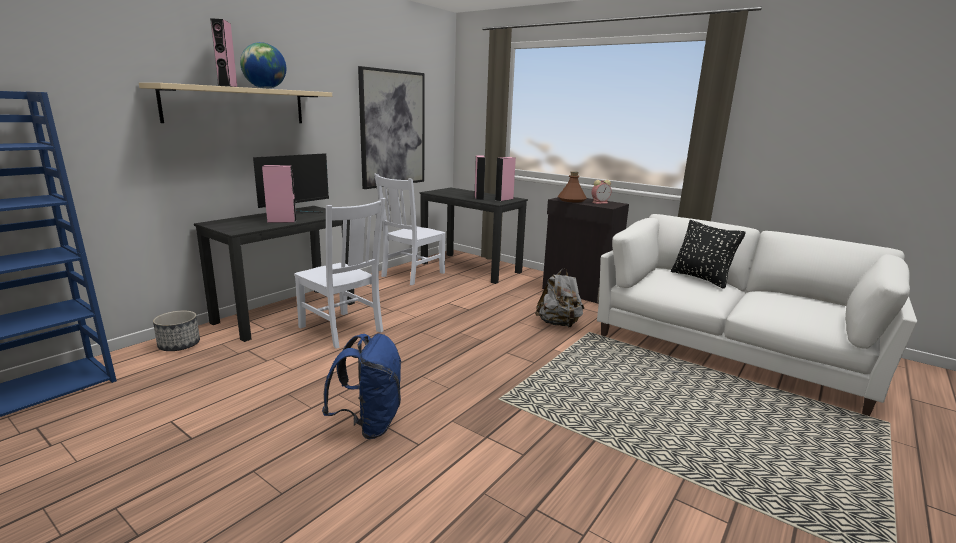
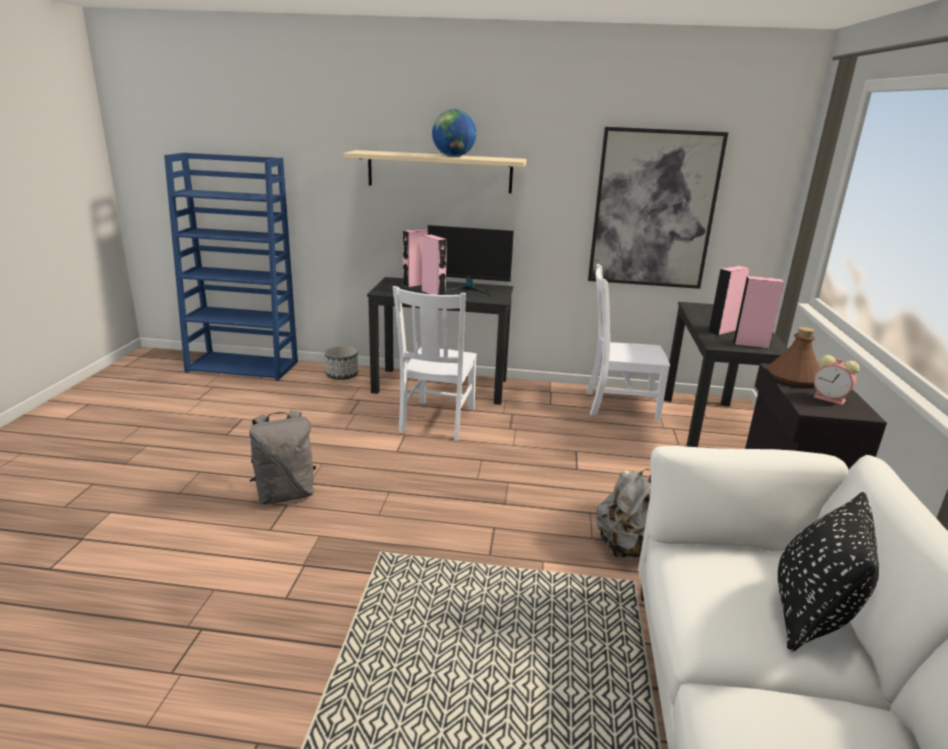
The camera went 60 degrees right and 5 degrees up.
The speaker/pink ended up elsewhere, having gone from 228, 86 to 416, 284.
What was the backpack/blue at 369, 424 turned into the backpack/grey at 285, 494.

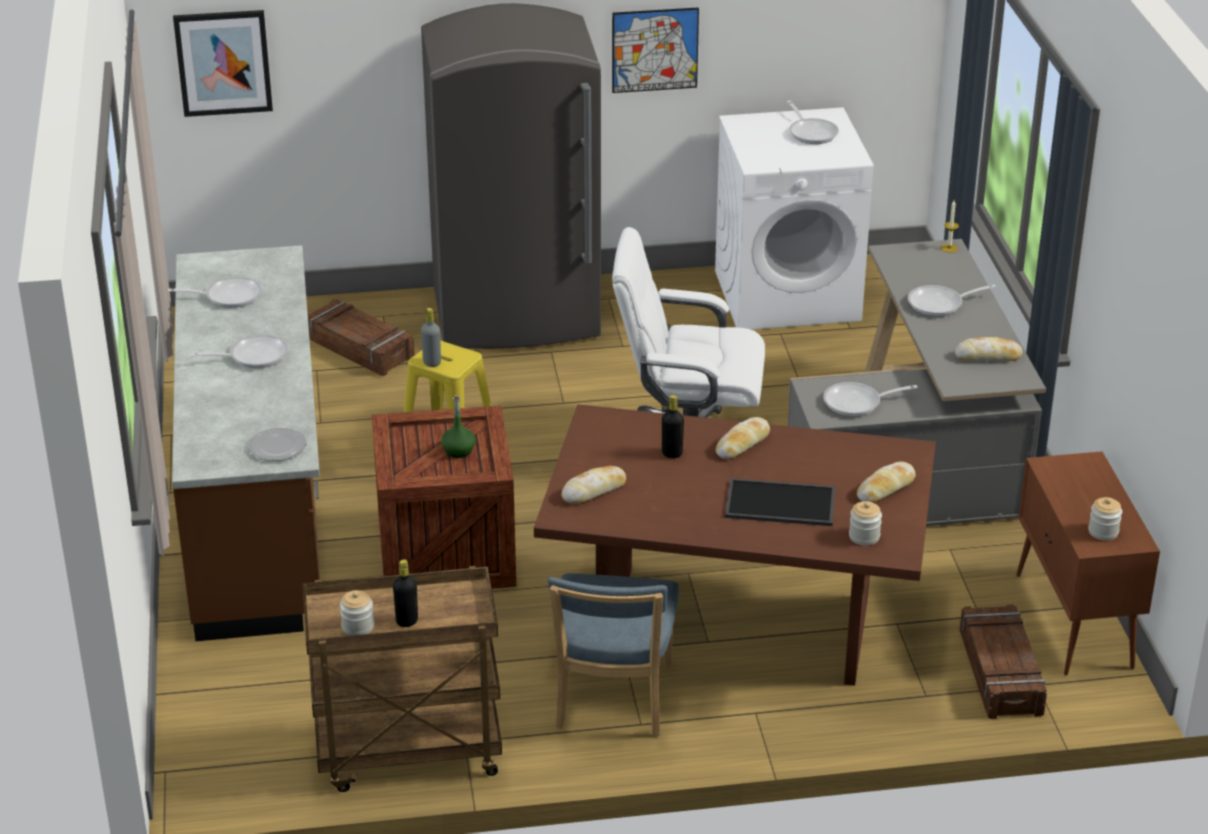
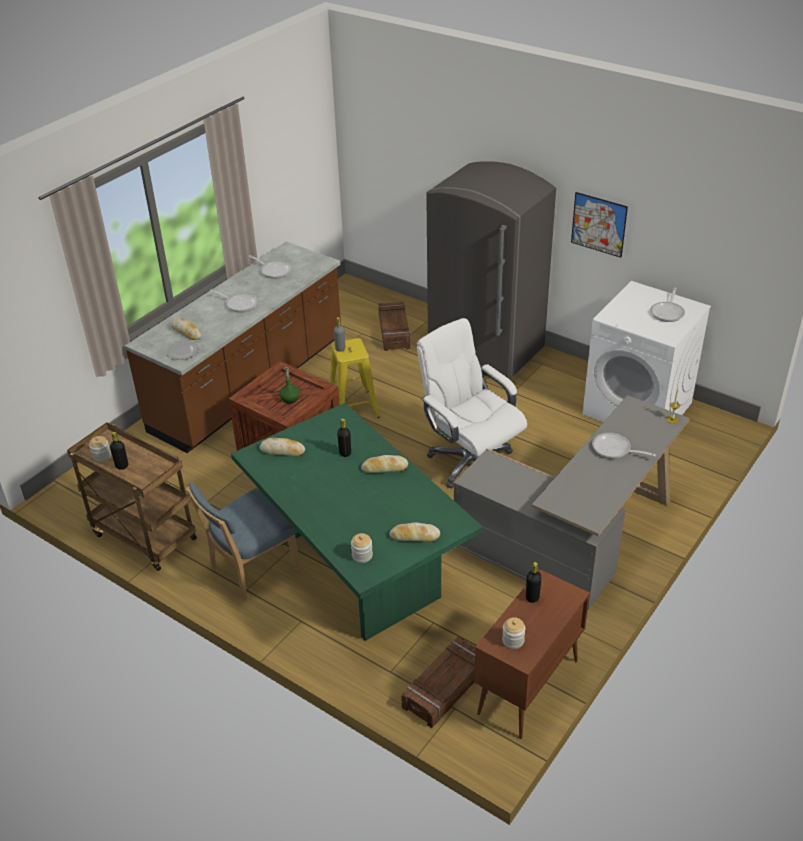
The camera went 45 degrees right and 5 degrees up.
The second view lost the wall art at 223, 62.
The bread ended up elsewhere, having gone from 988, 356 to 186, 332.
The second view lost the frying pan at 857, 403.
What was the dinner table/brownish at 735, 623 turned into the dinner table/greenish at 358, 569.
The second view lost the serving tray at 779, 504.
The second view gained the drink bottle/blackish at 532, 597.

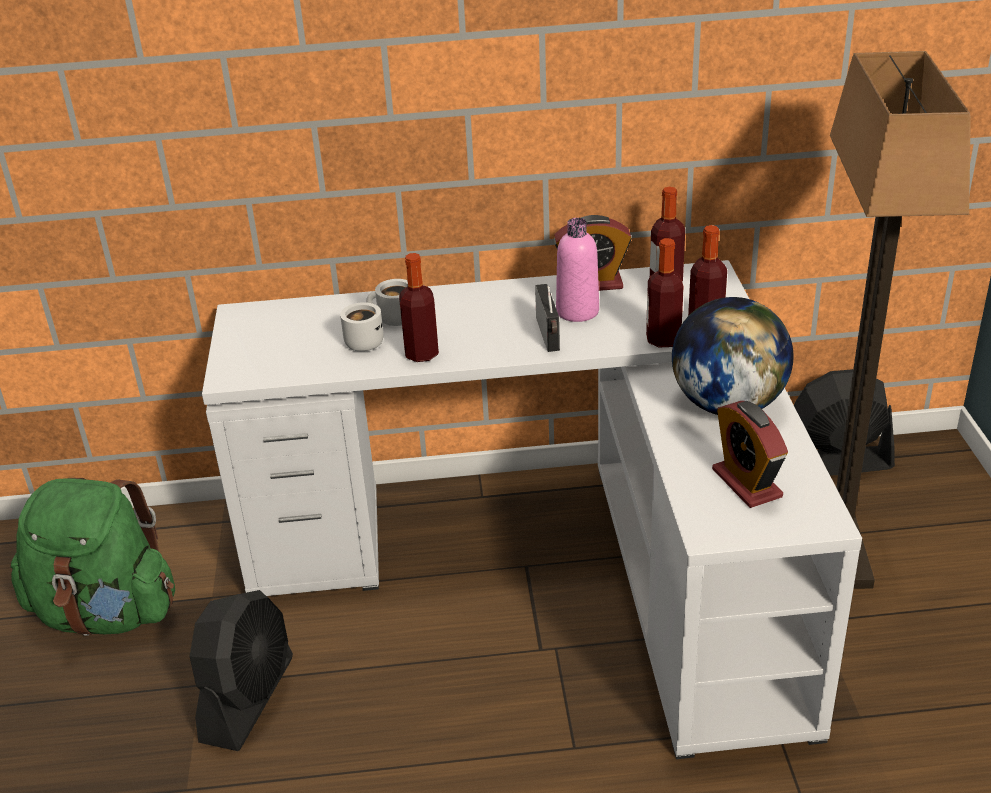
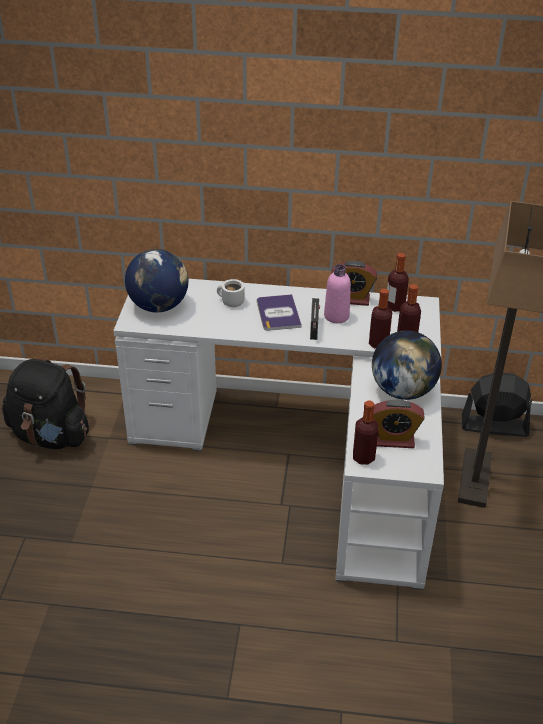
The camera went 10 degrees right and 5 degrees up.
The drink bottle ended up elsewhere, having gone from 421, 354 to 363, 457.
The second view lost the coffee mug/white-coloured at 361, 342.
The alarm clock at 746, 483 ended up facing another way, 75 degrees counterclockwise from before.
What was the backpack/greenish at 107, 613 turned into the backpack/blackish at 51, 435.
The second view lost the electric fan/blackish at 248, 698.
The second view gained the world globe at 159, 306.
The second view gained the volume at 278, 313.

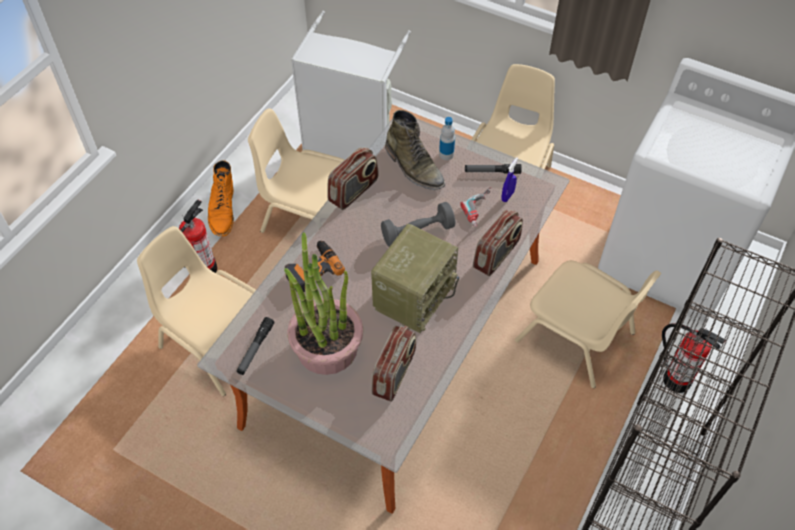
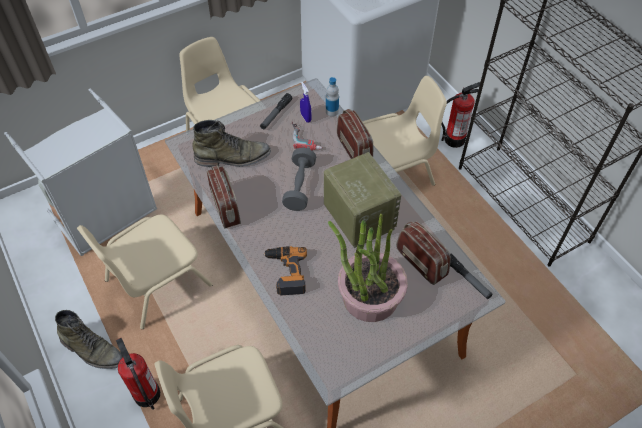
The camera went 60 degrees left and 0 degrees up.
The drink bottle ended up elsewhere, having gone from 446, 154 to 332, 111.
What was the high-top boot/orangey at 223, 211 turned into the high-top boot/greenish at 92, 350.
The flashlight ended up elsewhere, having gone from 255, 348 to 467, 279.

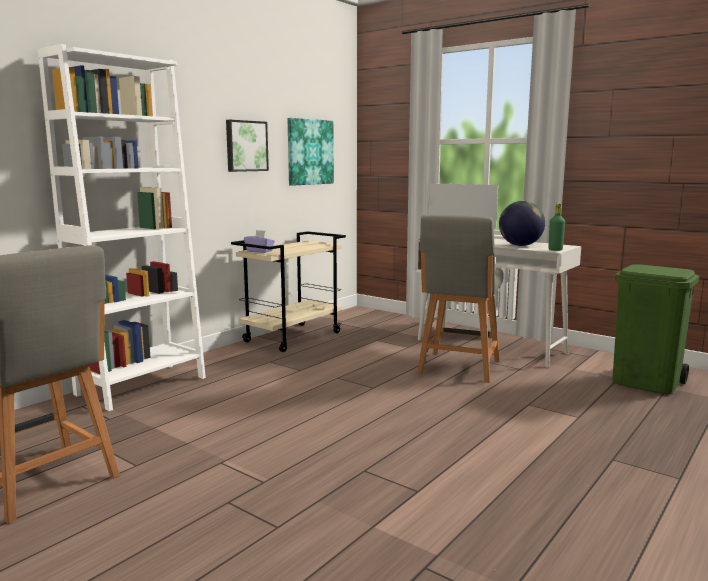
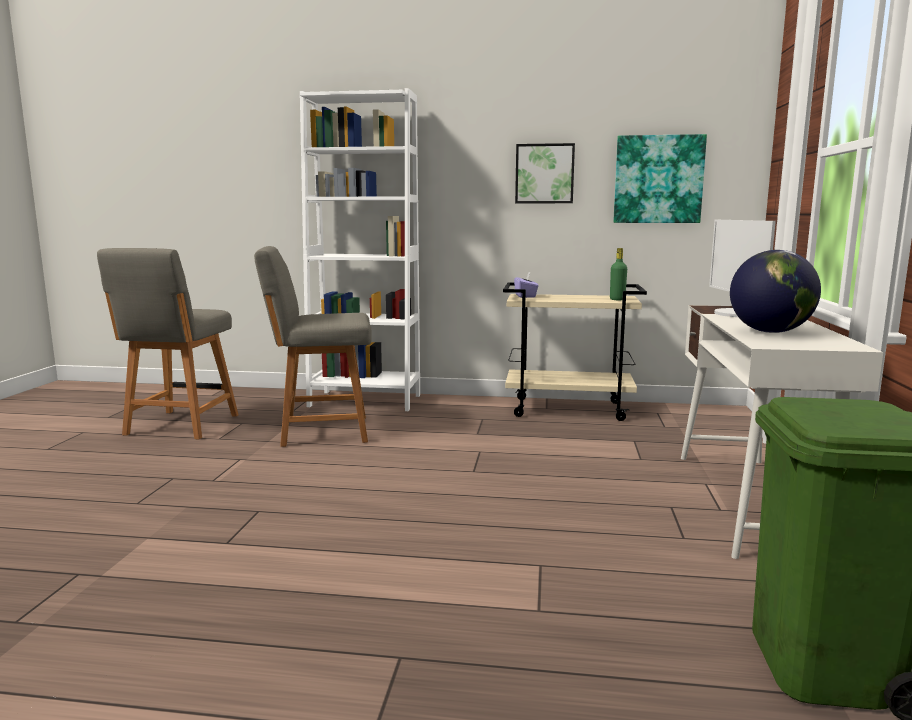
The camera went 60 degrees right and 0 degrees up.
The drink bottle/greenish ended up elsewhere, having gone from 555, 250 to 617, 299.
The plain chair/grey ended up elsewhere, having gone from 458, 368 to 321, 431.

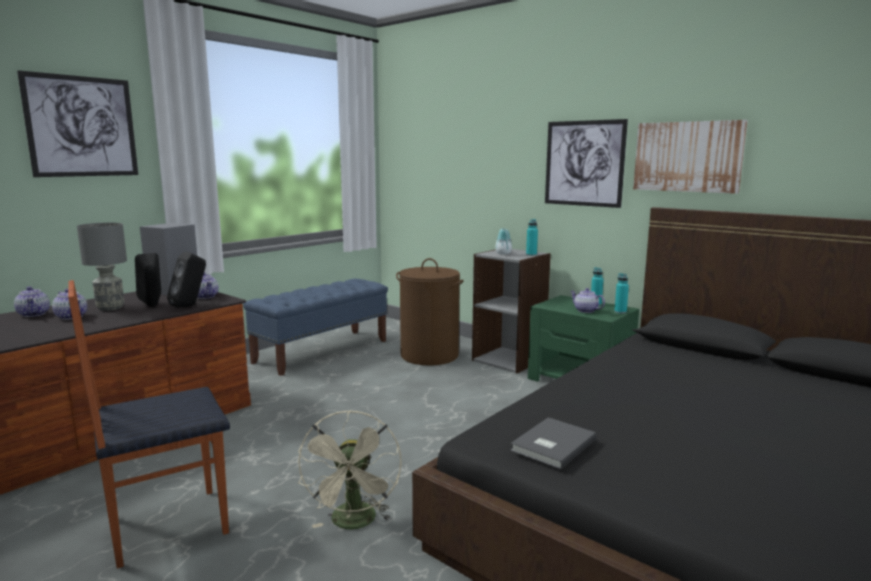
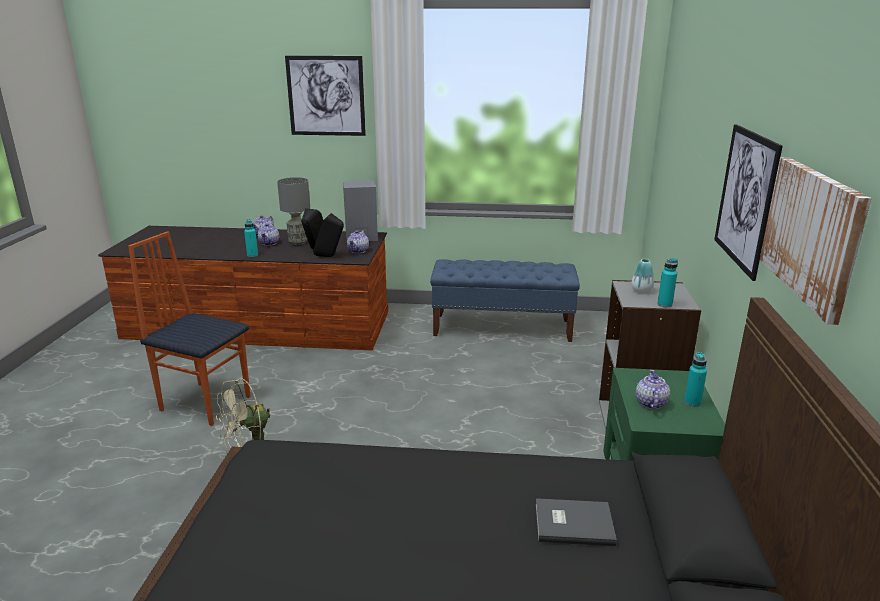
The camera went 55 degrees right and 10 degrees up.
The second view lost the washing basket/brownish at 429, 355.
The drink bottle/turquoise ended up elsewhere, having gone from 620, 312 to 252, 255.
The volume/grey ended up elsewhere, having gone from 551, 445 to 572, 523.

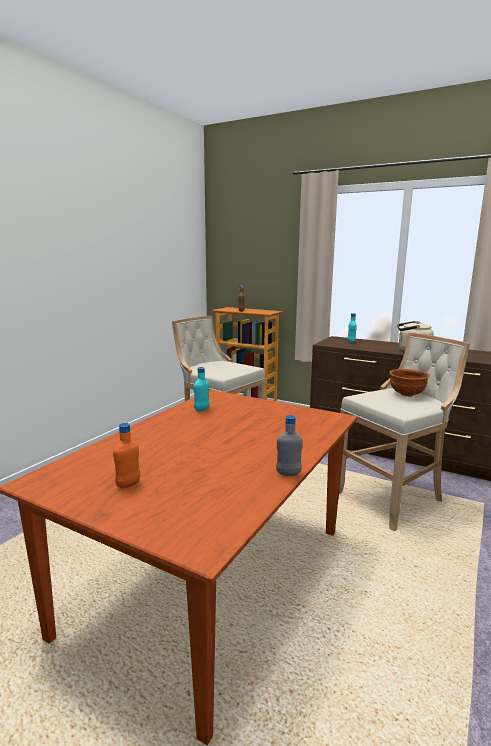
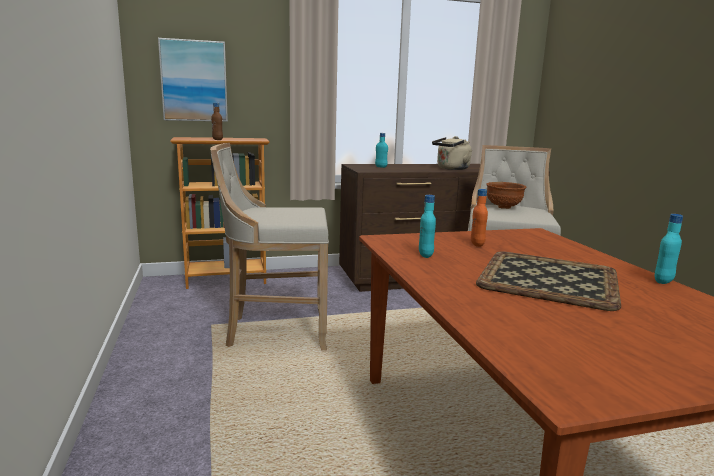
The camera went 45 degrees left and 0 degrees up.
What was the drink bottle/grey at 288, 474 turned into the drink bottle/turquoise at 663, 281.
The drink bottle/orangey ended up elsewhere, having gone from 128, 484 to 477, 244.
The second view gained the wall art at 194, 81.
The second view gained the serving tray at 550, 279.

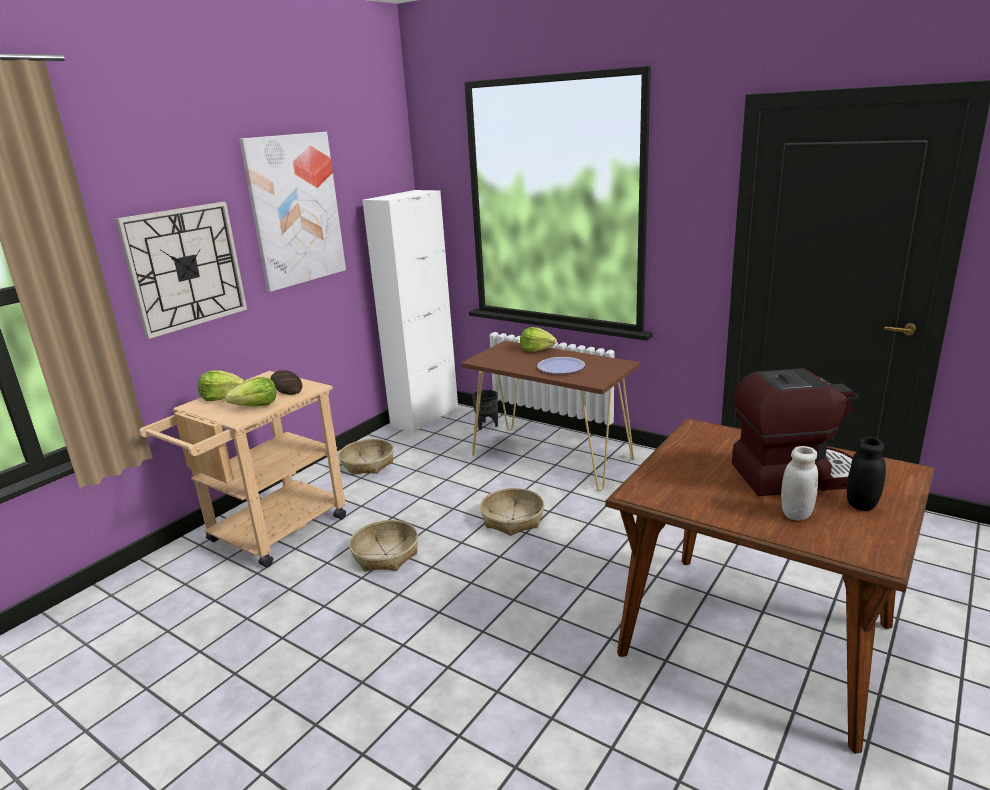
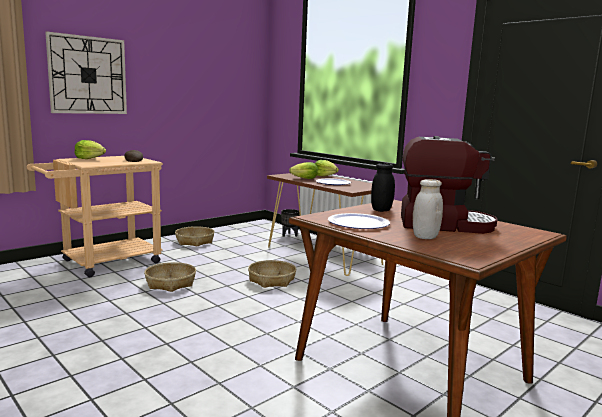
The camera went 10 degrees right and 10 degrees down.
The second view lost the wall art at 295, 210.
The second view lost the cupboard/white-coloured at 425, 416.
The head of lettuce ended up elsewhere, having gone from 256, 406 to 304, 179.
The preserve jar/blackish ended up elsewhere, having gone from 861, 504 to 381, 210.
The second view gained the flat dish at 358, 223.

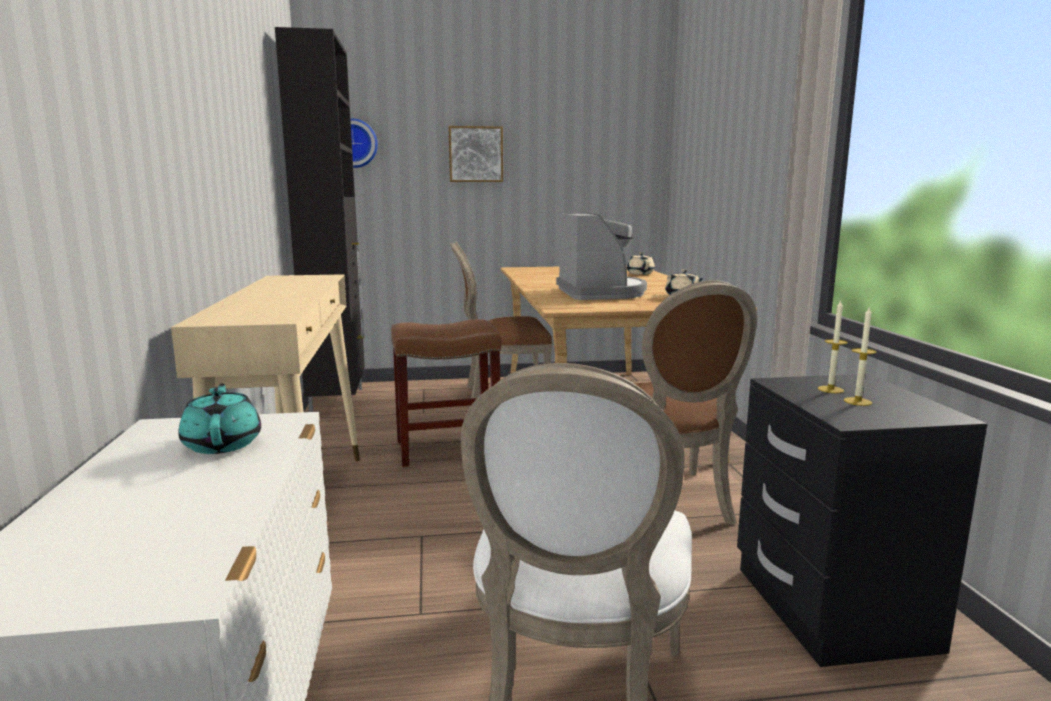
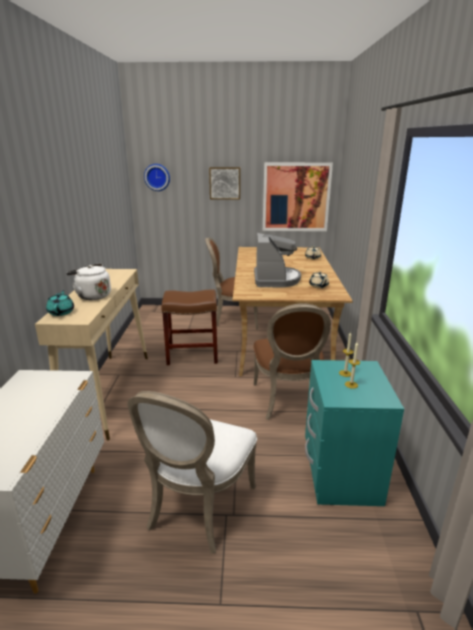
The camera went 10 degrees right and 10 degrees up.
The second view lost the cupboard/blackish at 338, 402.
What was the nightstand/blackish at 829, 608 turned into the nightstand/turquoise at 340, 473.
The tea pot/turquoise ended up elsewhere, having gone from 223, 444 to 61, 312.
The second view gained the wall art at 296, 197.
The second view gained the kettle/white-coloured at 92, 296.

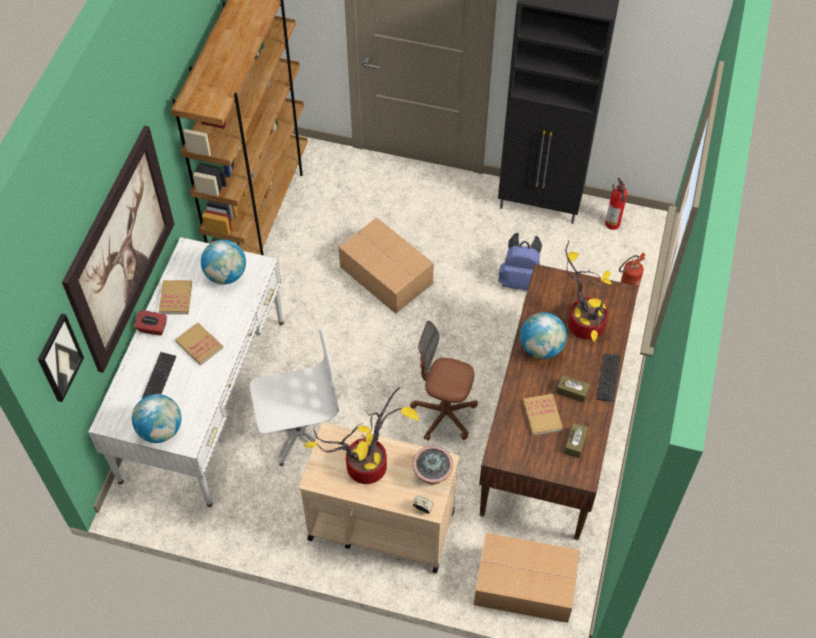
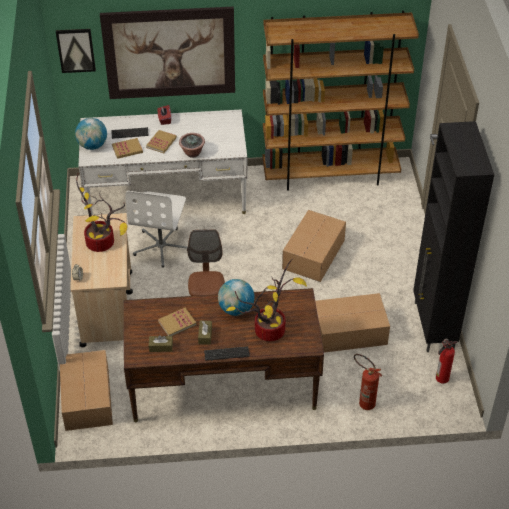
The camera went 70 degrees right and 10 degrees down.
Where the backpack/blue stood at 520, 280, the carton came to stand at 351, 332.
The second view lost the world globe at 226, 275.
The volume ended up elsewhere, having gone from 176, 298 to 127, 149.
The office chair/white-coloured at 298, 431 ended up facing another way, 45 degrees clockwise from before.
The houseplant ended up elsewhere, having gone from 432, 475 to 192, 153.

